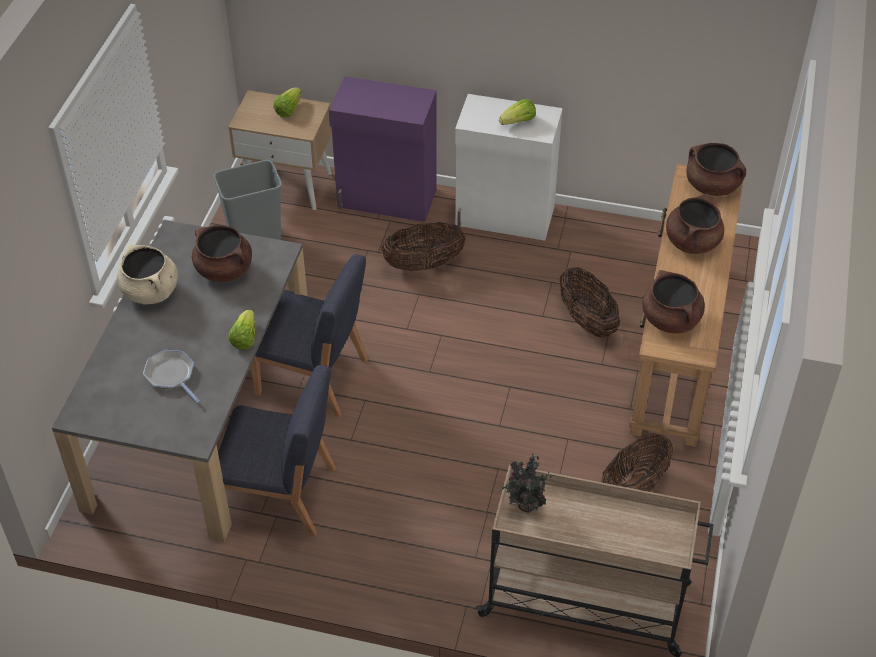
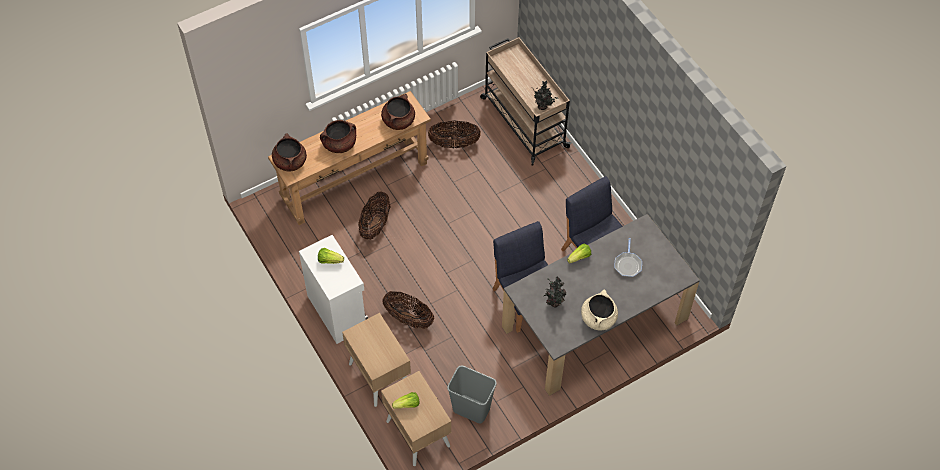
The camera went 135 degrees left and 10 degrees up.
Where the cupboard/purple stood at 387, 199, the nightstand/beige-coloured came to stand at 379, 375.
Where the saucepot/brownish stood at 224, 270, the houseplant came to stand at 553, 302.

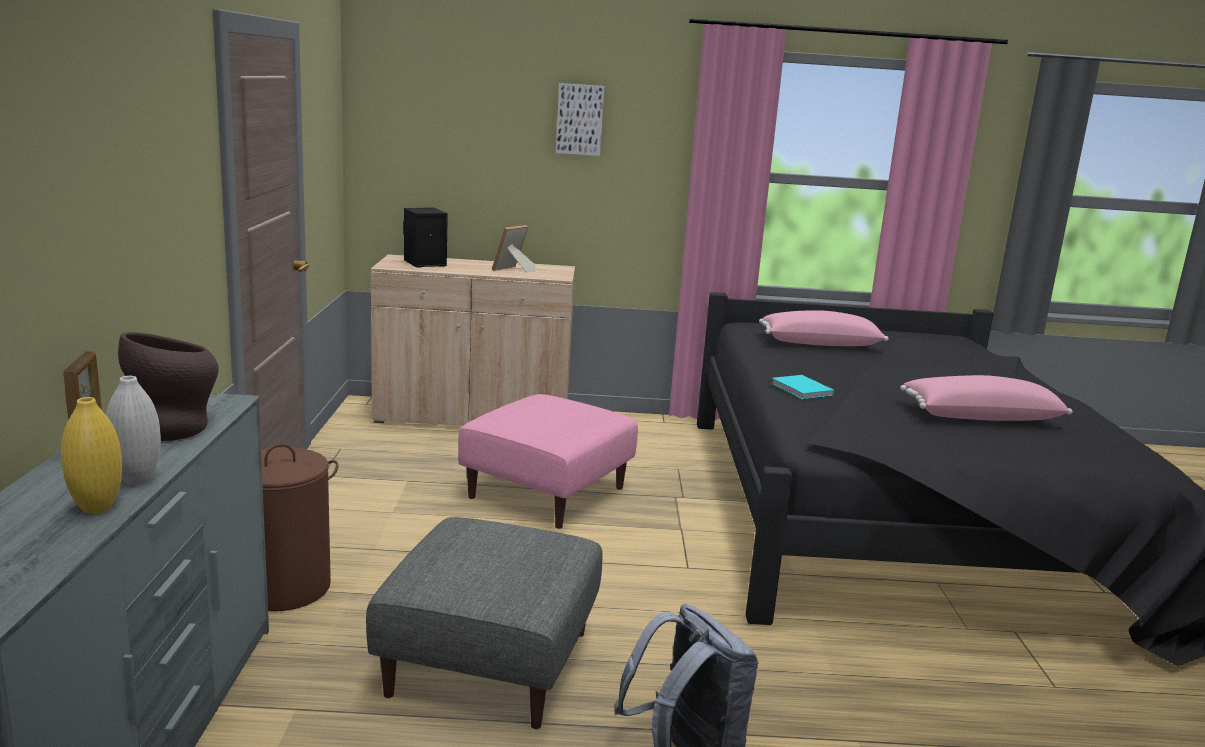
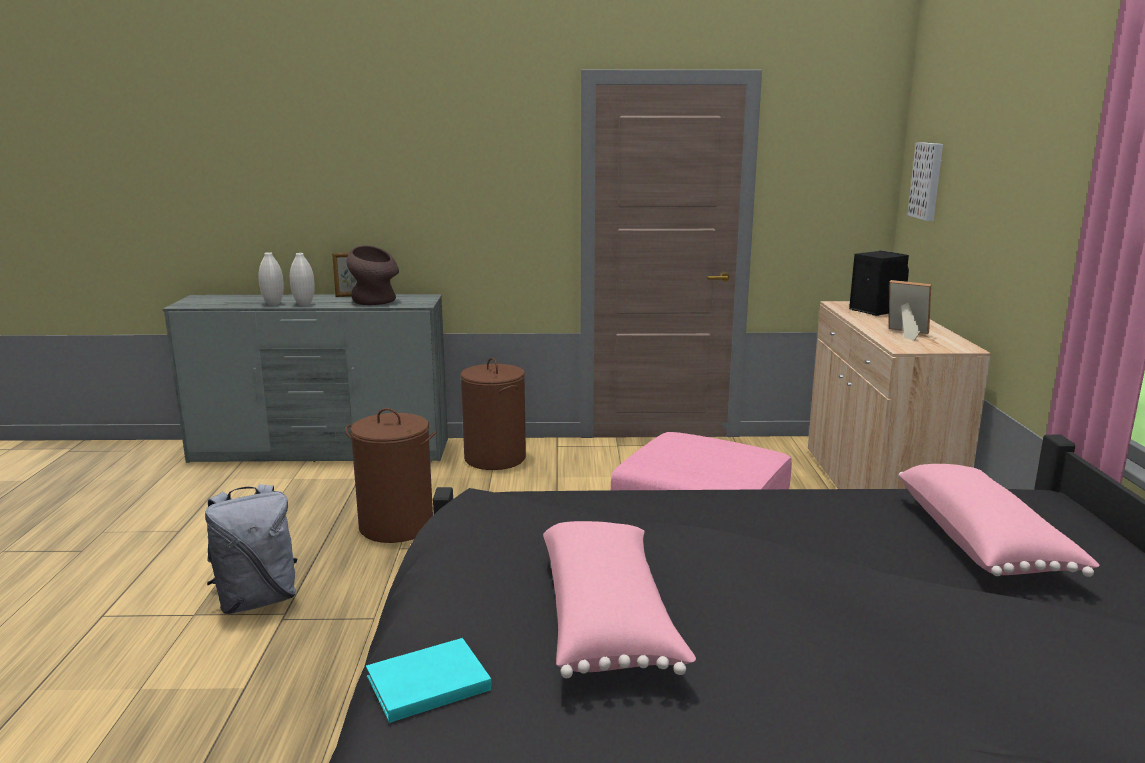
The camera went 90 degrees right and 0 degrees up.
The wall art ended up elsewhere, having gone from 580, 119 to 928, 181.
The volume/turquoise ended up elsewhere, having gone from 802, 390 to 424, 683.
What was the flower vase/yellowish at 97, 508 turned into the flower vase/white-coloured at 273, 304.
Where the pouffe/grey stood at 489, 662, the washing basket/brownish came to stand at 397, 526.

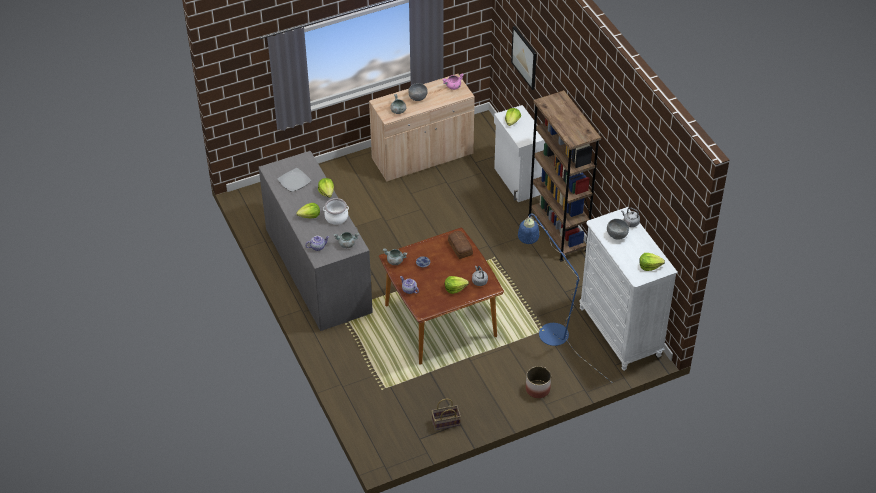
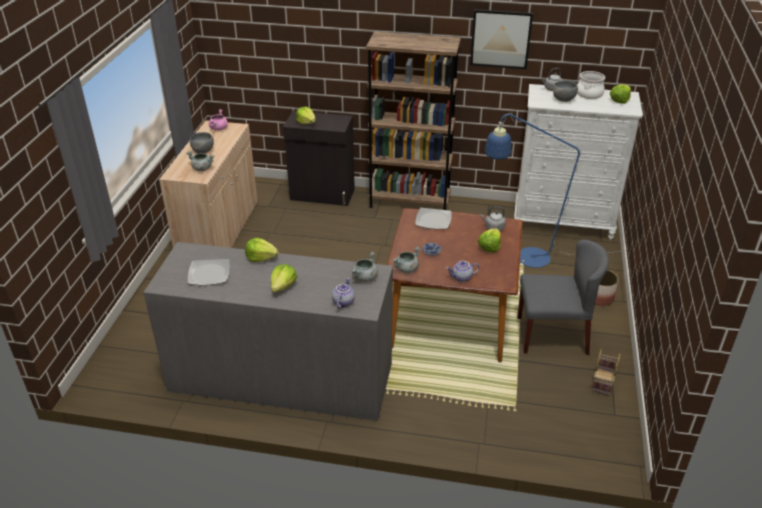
The camera went 55 degrees left and 10 degrees down.
The wall art ended up elsewhere, having gone from 524, 57 to 500, 39.
What was the cupboard/white-coloured at 518, 181 turned into the cupboard/blackish at 322, 195.
The saucepot ended up elsewhere, having gone from 336, 217 to 589, 94.
Where the bread stood at 460, 248, the flat dish came to stand at 433, 220.
The second view gained the plain chair/grey at 552, 335.

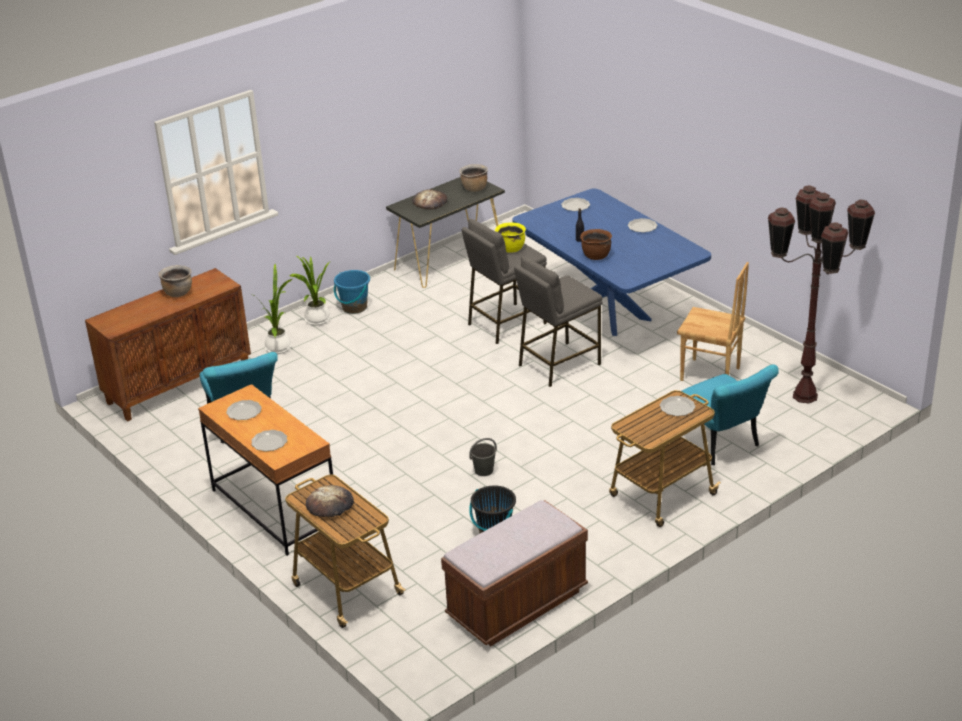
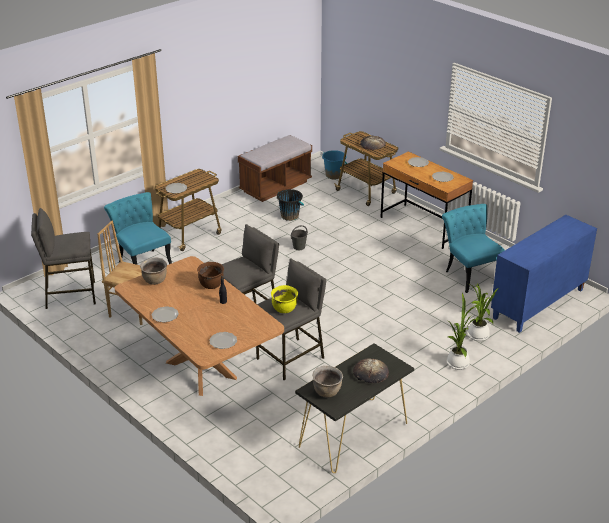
The camera went 175 degrees right and 0 degrees up.
Where the standing lamp/brownish stood at 805, 396, the stool seat/grey came to stand at 70, 295.
What was the dinner table/blue at 609, 313 turned into the dinner table/brownish at 201, 369.
The saucepot/brownish ended up elsewhere, having gone from 178, 293 to 155, 281.
What was the cupboard/brownish at 179, 384 turned into the cupboard/blue at 538, 304.
The water bucket/blue ended up elsewhere, having gone from 354, 307 to 334, 175.

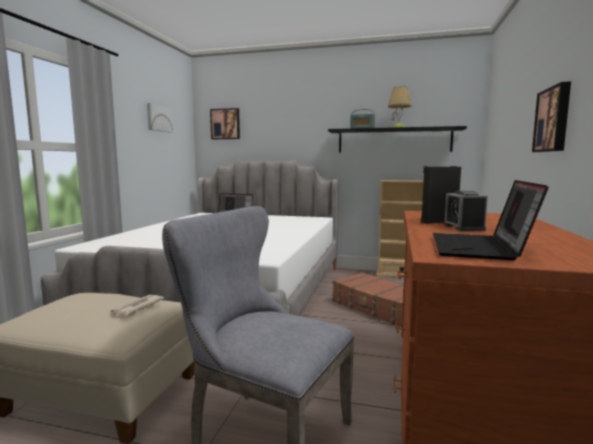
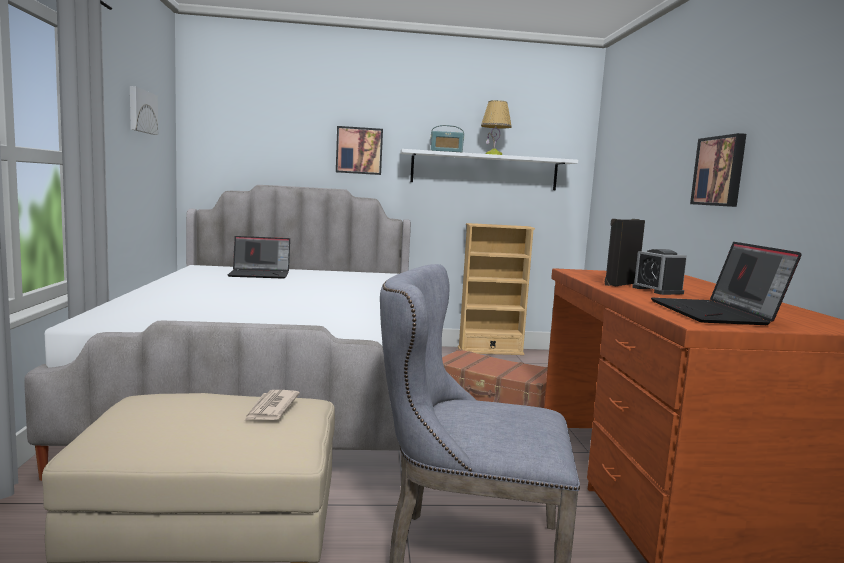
The camera went 20 degrees left and 0 degrees up.
The wall art ended up elsewhere, having gone from 225, 124 to 359, 150.
What was the bracket shelf/blackish at 394, 140 turned into the bracket shelf/white-coloured at 484, 171.

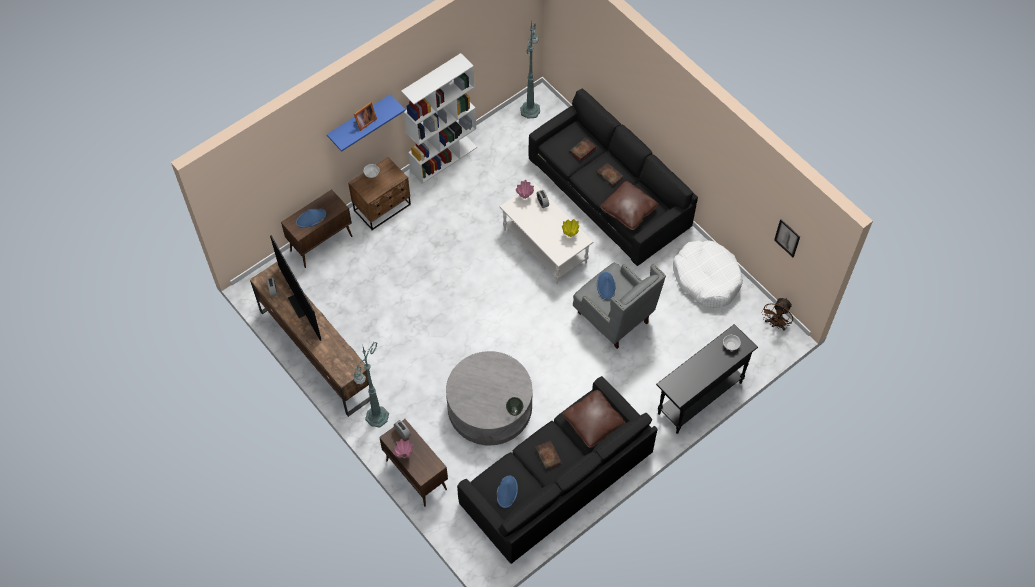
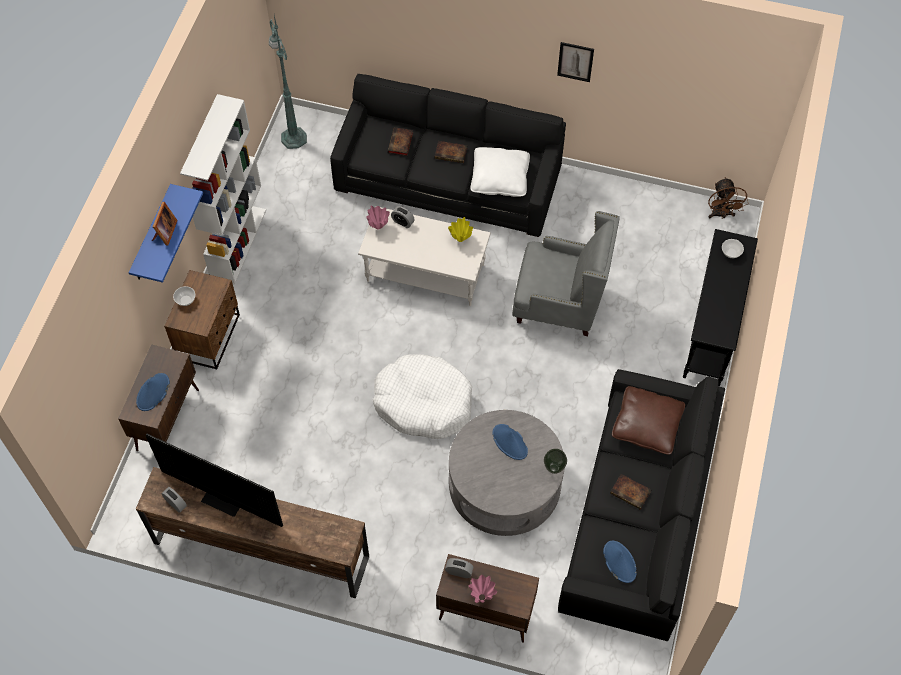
The camera went 35 degrees left and 0 degrees up.
What was the cushion/brownish at 628, 210 turned into the cushion/white-coloured at 499, 179.
The wall art ended up elsewhere, having gone from 787, 238 to 575, 61.
The dog bed/white-coloured ended up elsewhere, having gone from 706, 278 to 423, 403.
The clothing hat/blue ended up elsewhere, having gone from 606, 286 to 510, 442.
The second view lost the standing lamp/greenish at 376, 417.

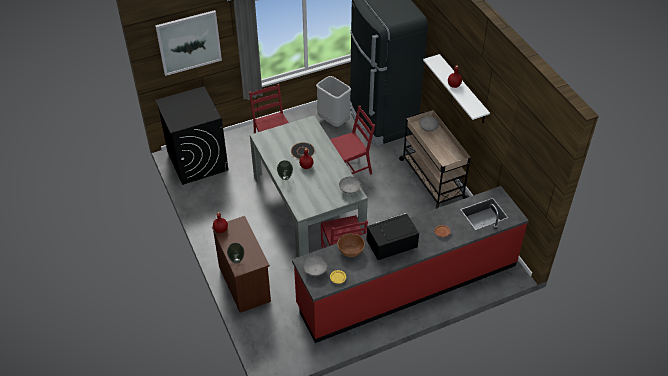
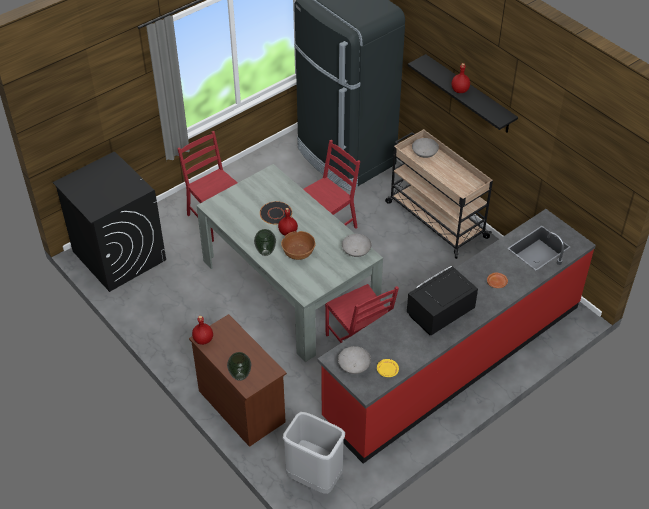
The camera went 15 degrees left and 0 degrees up.
The second view lost the wall art at 189, 42.
What was the bracket shelf/white-coloured at 462, 89 turned into the bracket shelf/blackish at 469, 94.
The trash can/grey ended up elsewhere, having gone from 334, 121 to 315, 477.
The deep dish/brownish ended up elsewhere, having gone from 350, 251 to 298, 253.

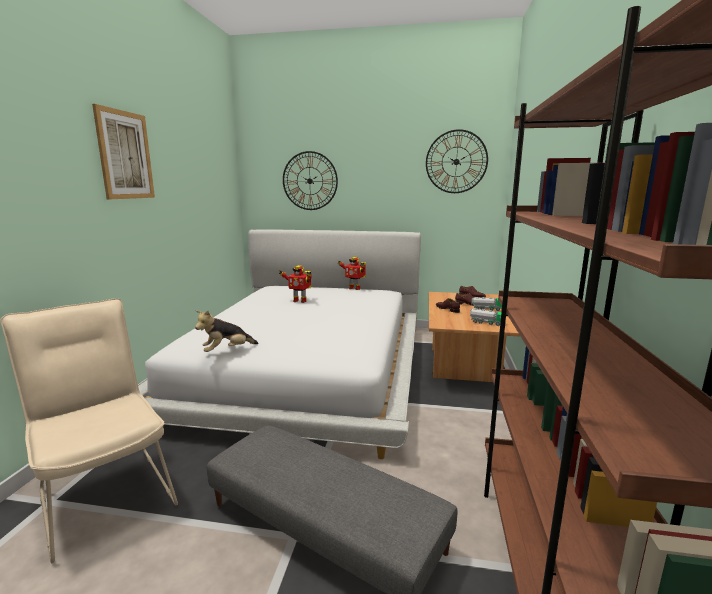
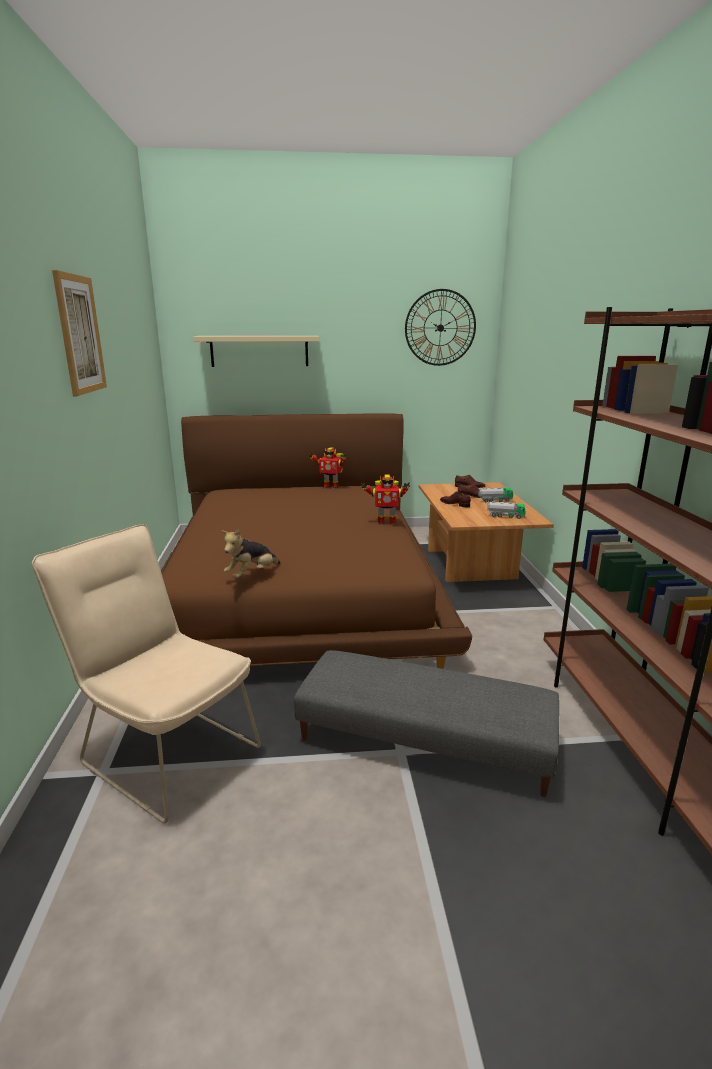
The camera went 15 degrees left and 5 degrees up.
Where the clock on the wall hung at 310, 181, the bracket shelf/beige-coloured came to hang at 259, 351.
What was the sleeping bed/white-coloured at 307, 366 turned into the sleeping bed/brownish at 298, 586.
The toy robot ended up elsewhere, having gone from 299, 301 to 386, 521.

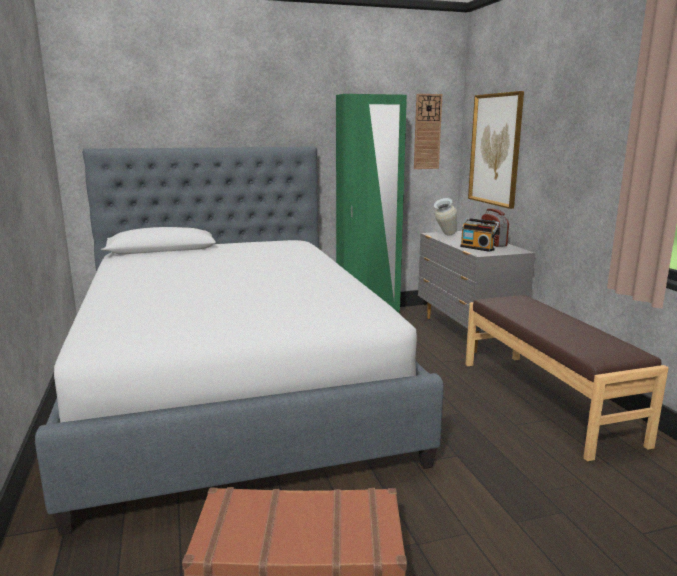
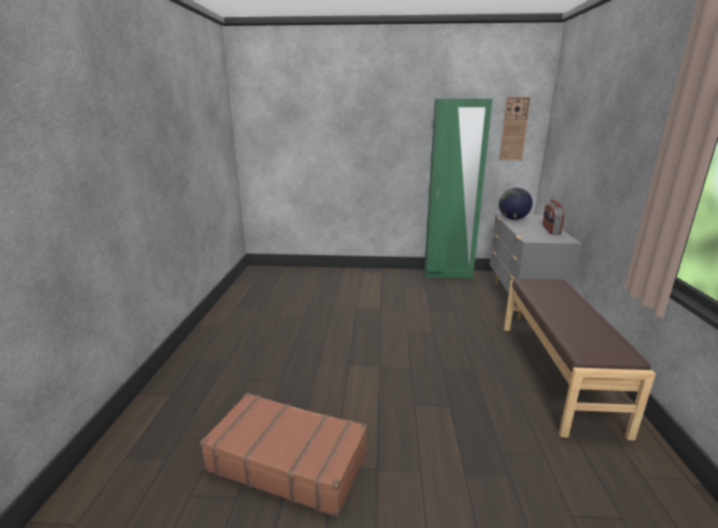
The camera went 20 degrees right and 5 degrees up.
The second view lost the wall art at 495, 149.
The second view lost the sleeping bed at 233, 386.
Where the flower vase stood at 444, 236, the world globe came to stand at 513, 219.
The second view lost the radio set at 478, 248.

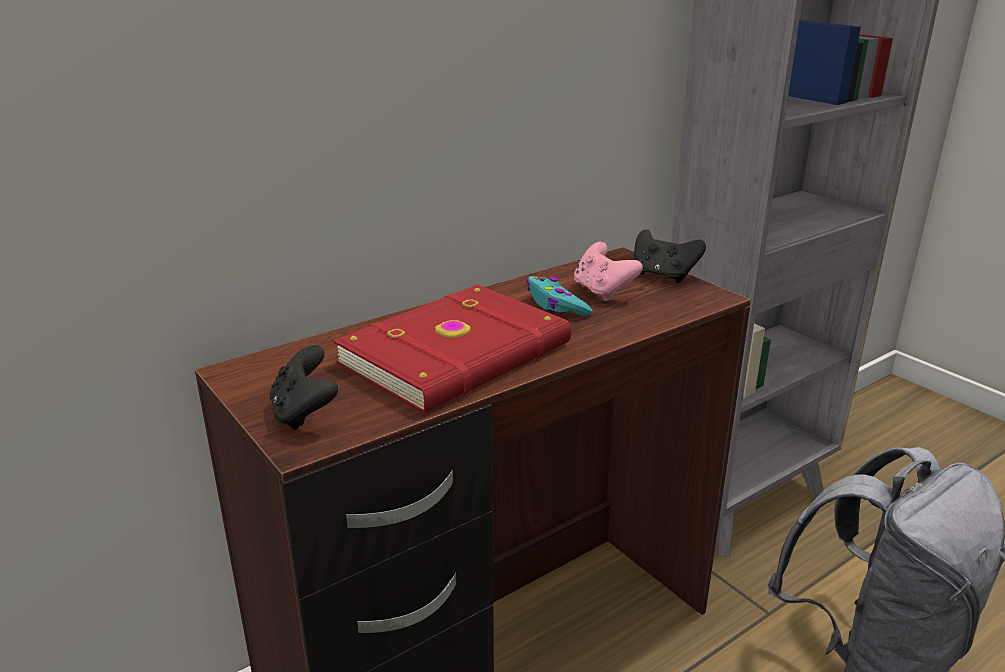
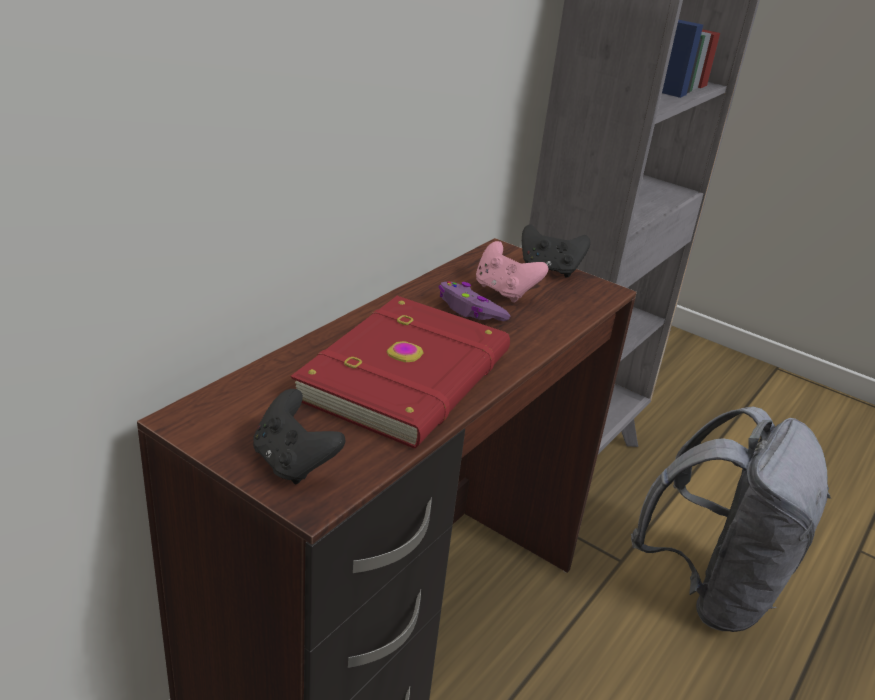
The camera went 20 degrees left and 5 degrees up.
What was the game controller/turquoise at 556, 305 turned into the game controller/purple at 470, 310.

